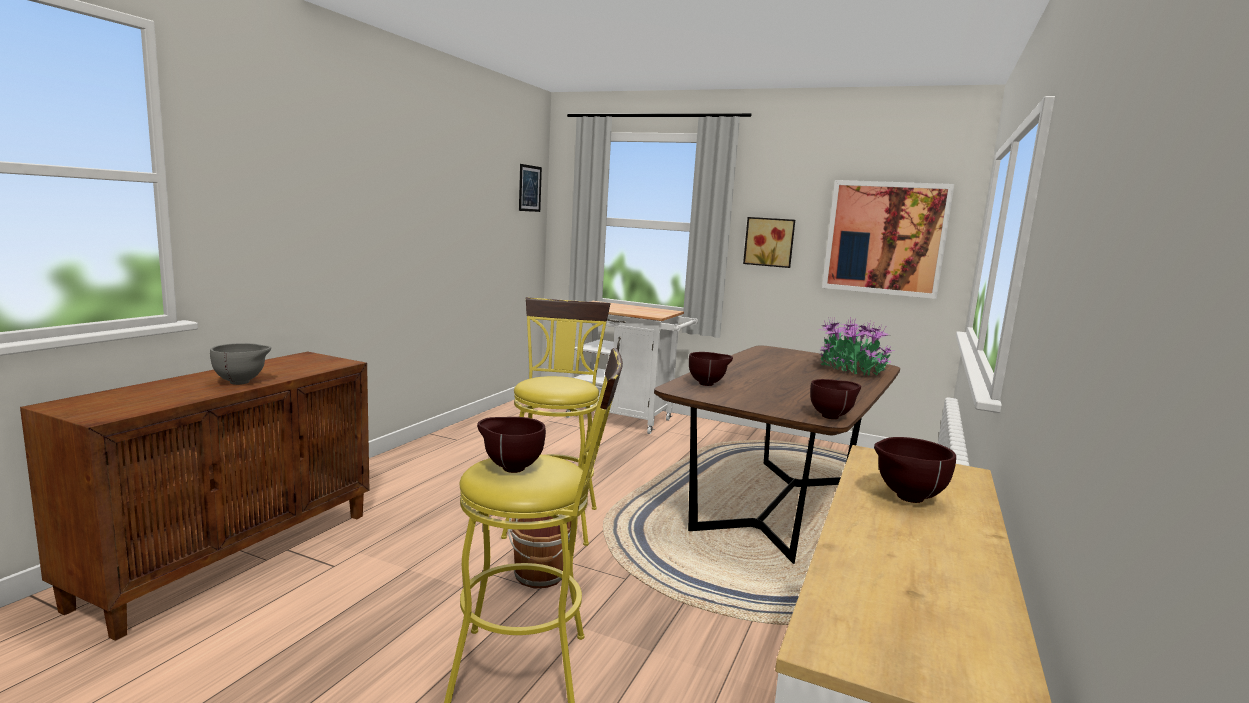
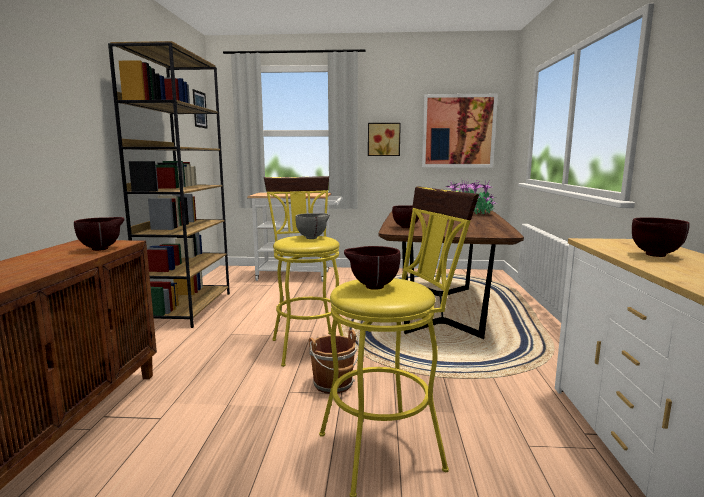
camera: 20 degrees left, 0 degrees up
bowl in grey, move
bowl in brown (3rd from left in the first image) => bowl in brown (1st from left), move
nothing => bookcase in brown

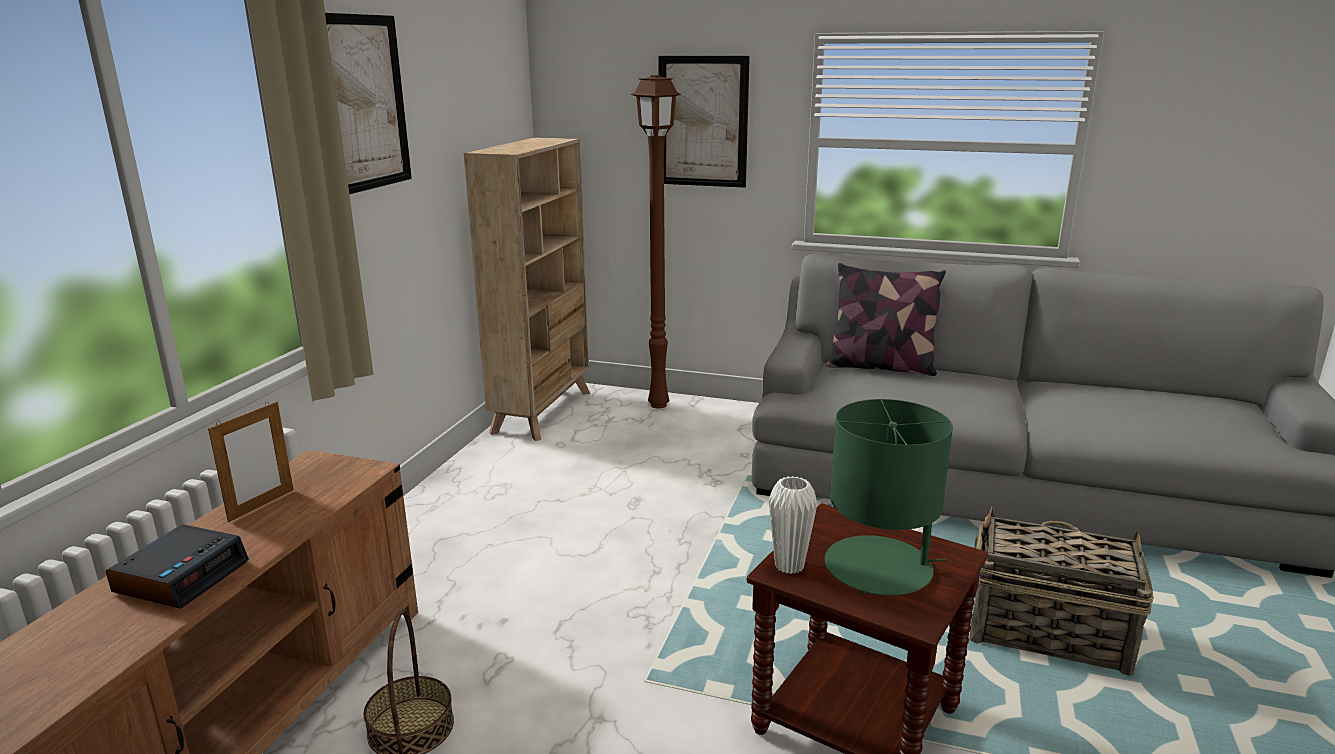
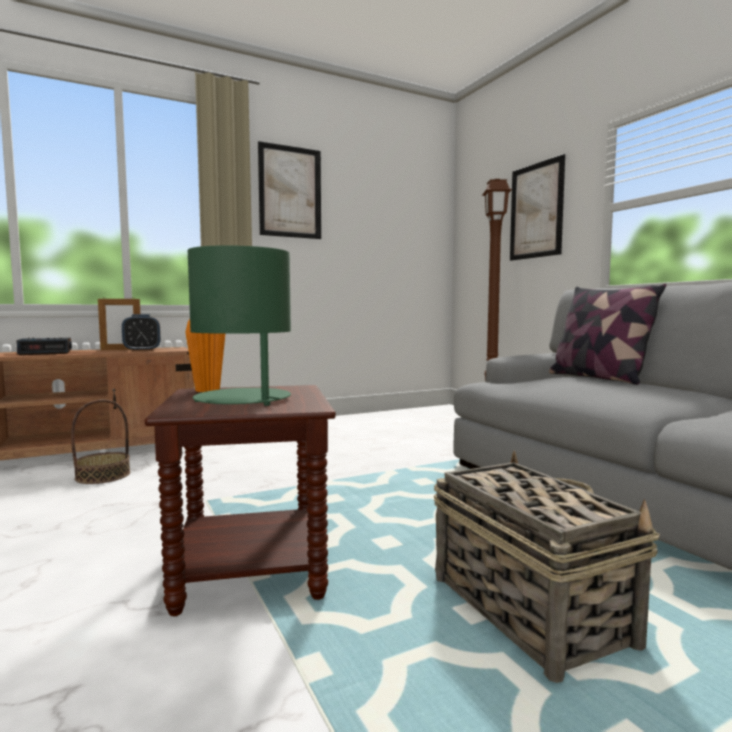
camera: 45 degrees right, 15 degrees down
bookcase in beige => nothing
vase in white => vase in orange
nothing => alarm clock (2nd from left)

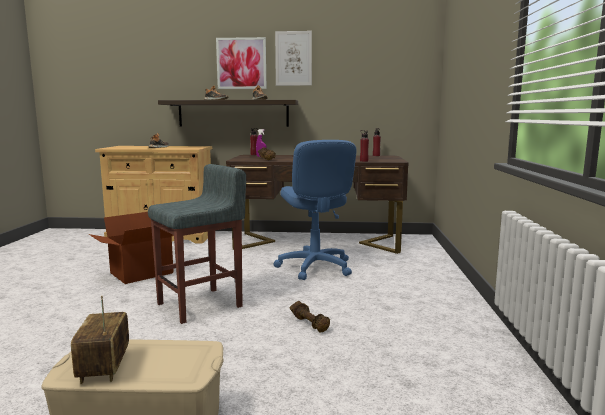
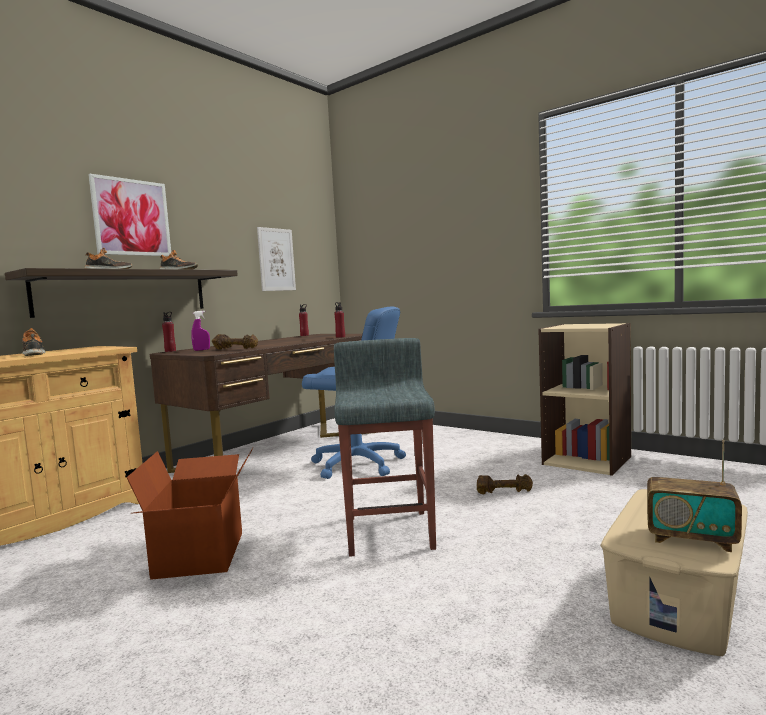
camera: 55 degrees left, 5 degrees down
picture (2nd from left), move
nothing => bookcase in beige

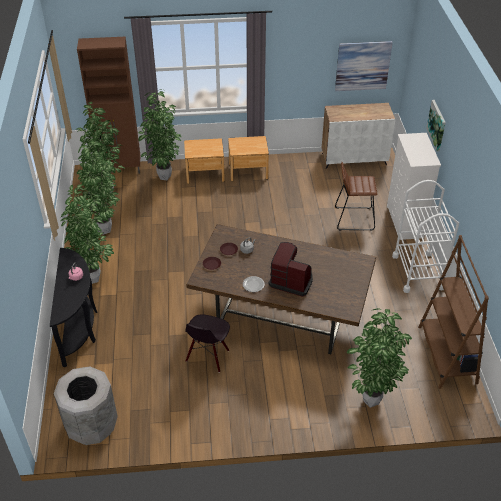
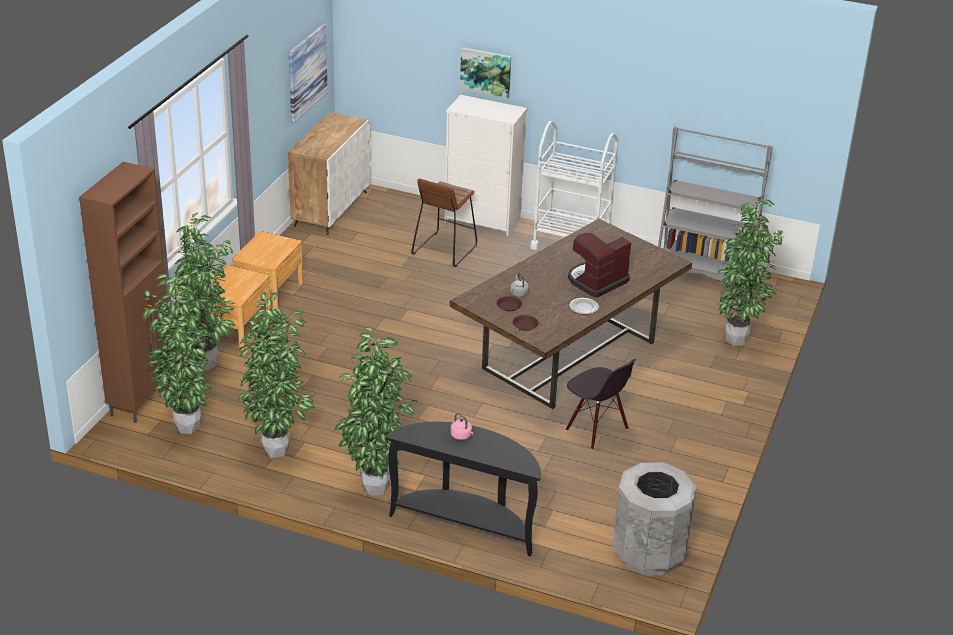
camera: 65 degrees left, 10 degrees down
bookcase in brown => bookcase in grey

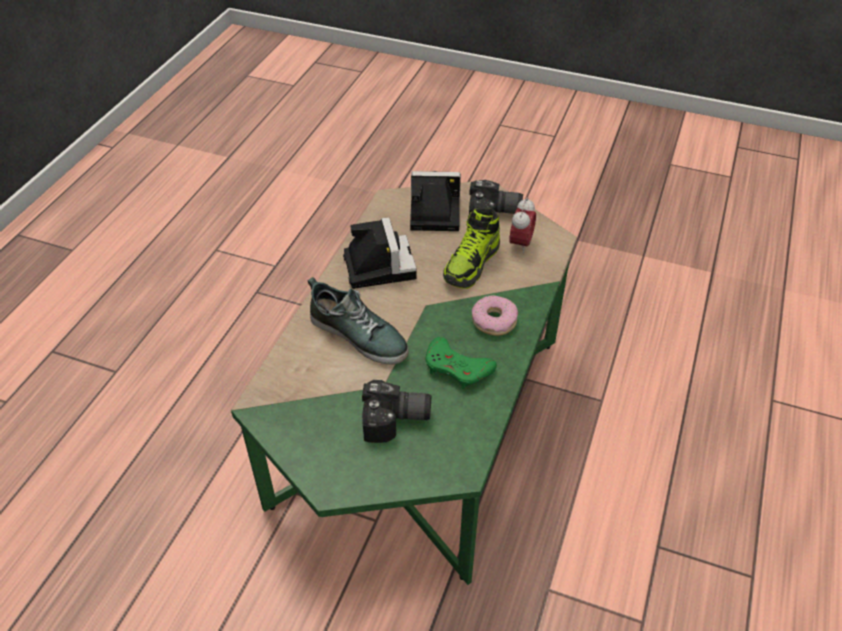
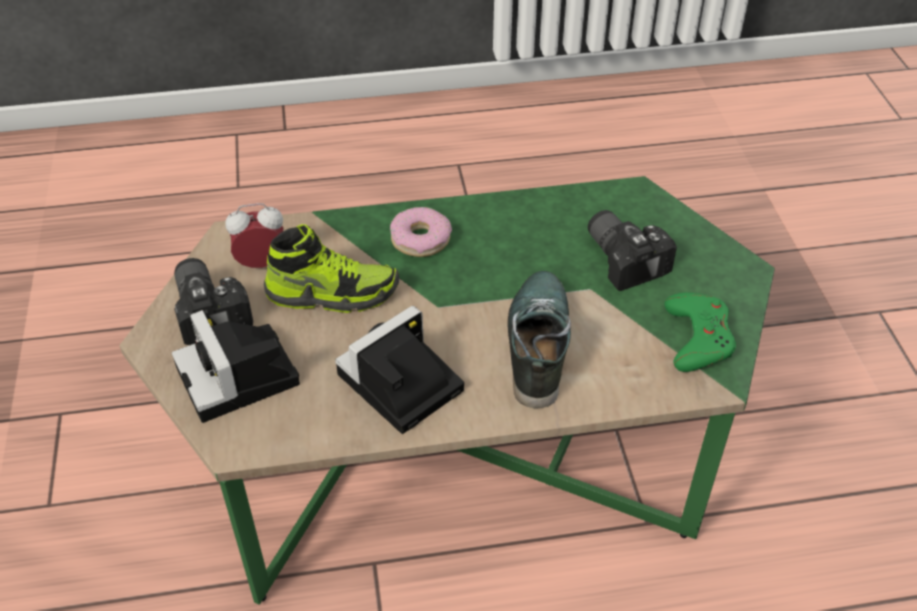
camera: 120 degrees left, 0 degrees up
game controller in green, move

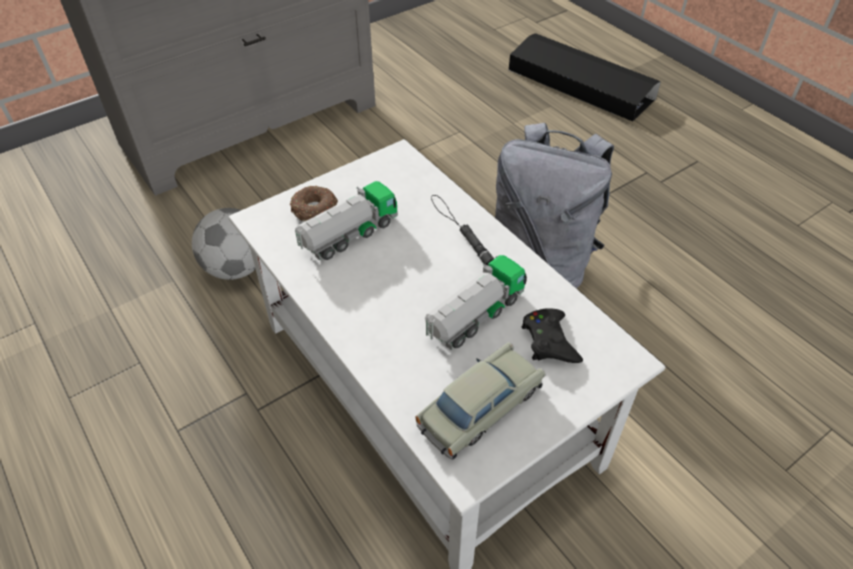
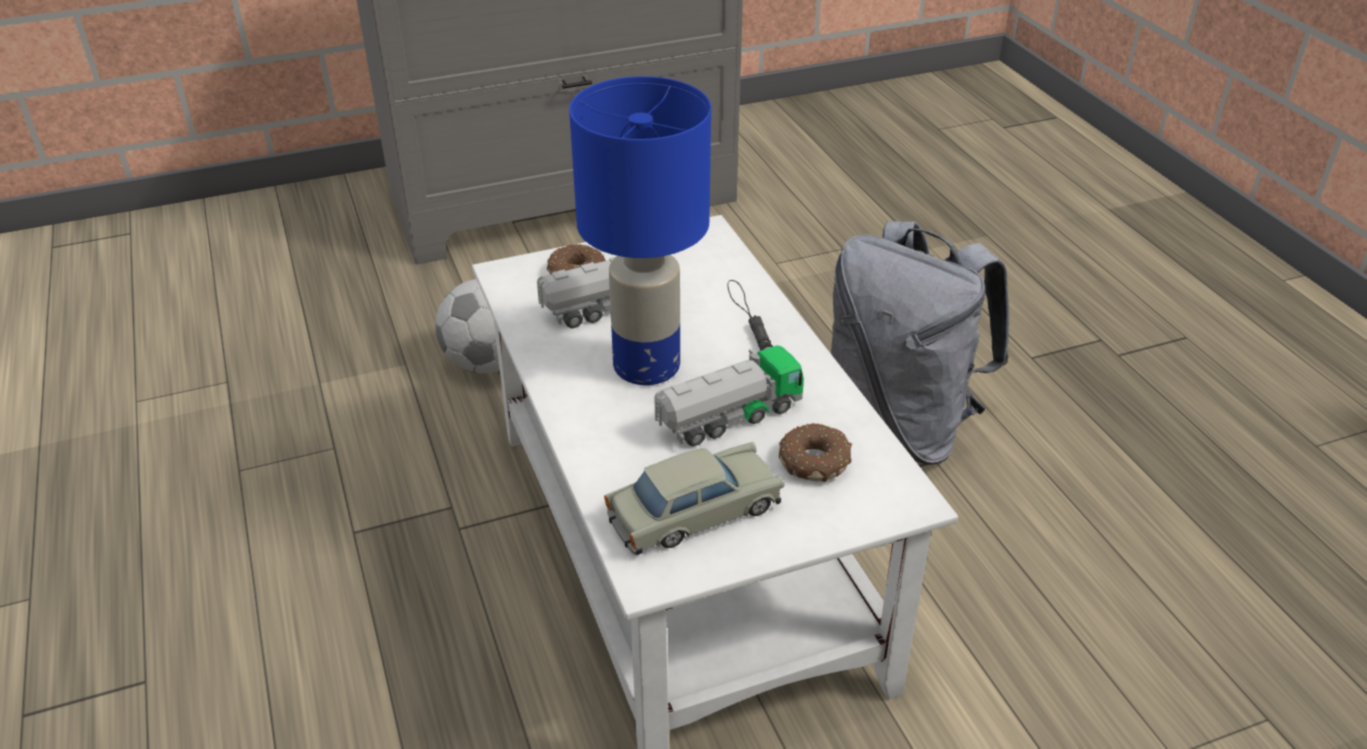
camera: 15 degrees right, 10 degrees down
storage box in black => nothing
game controller in black => donut (2nd from left)
nothing => table lamp in blue

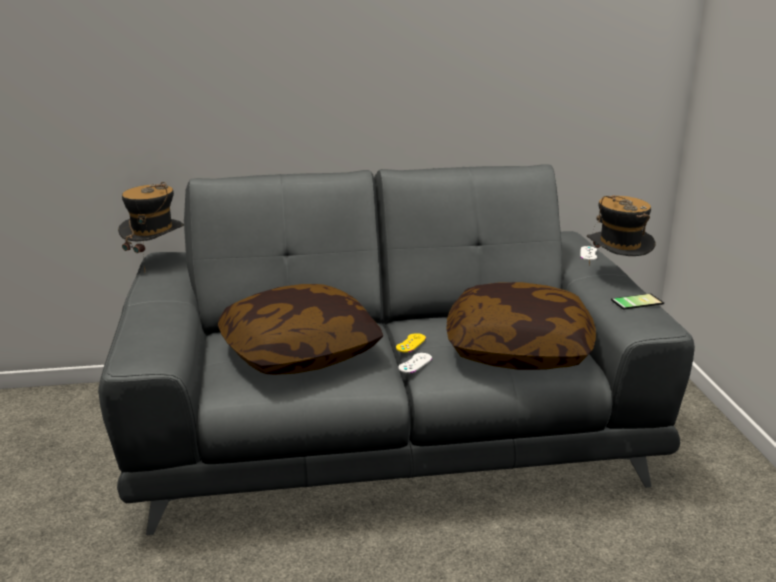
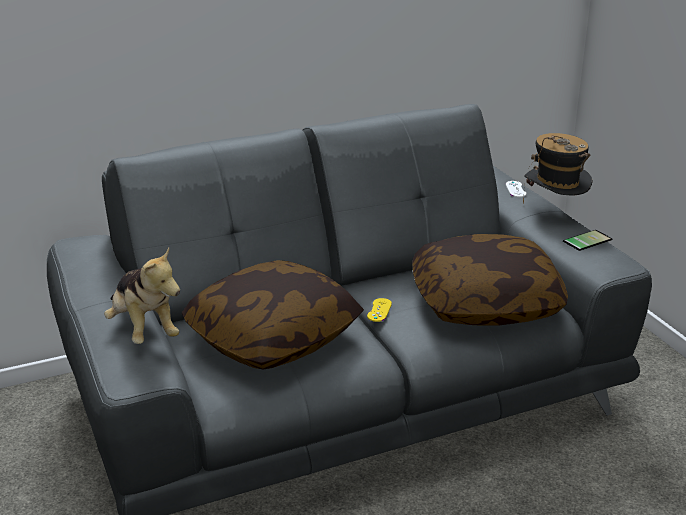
camera: 15 degrees left, 5 degrees up
hat (1st from left) => nothing
game controller in white (1st from left) => nothing
nothing => plush toy

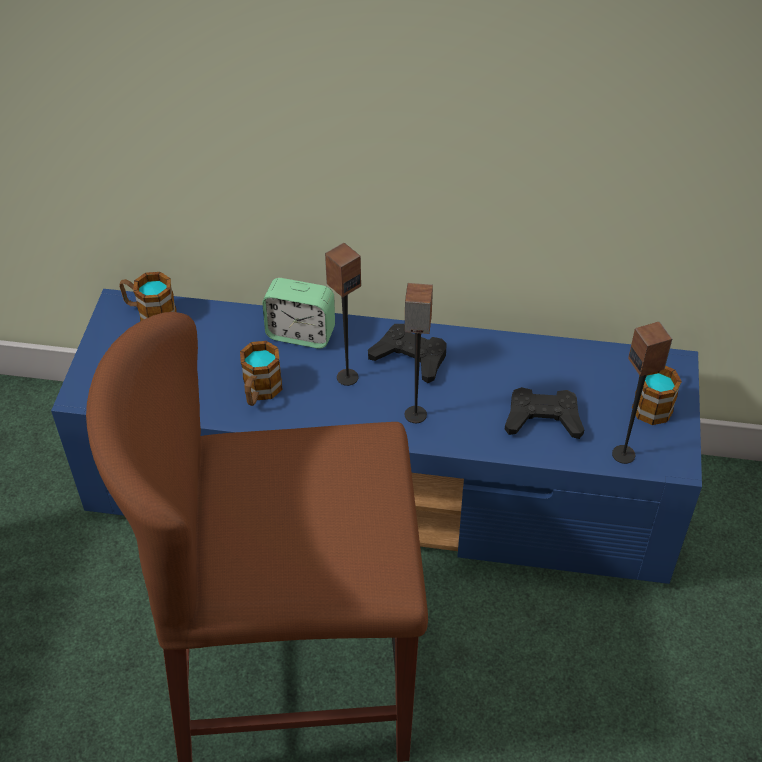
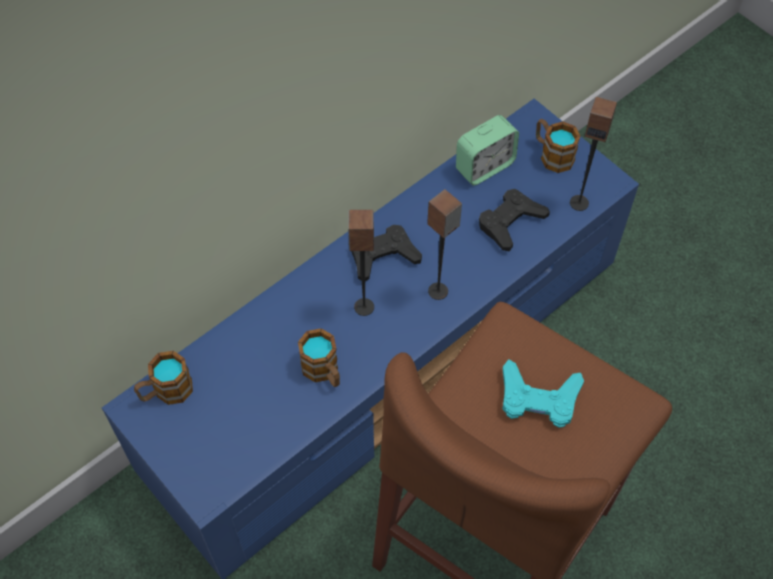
camera: 50 degrees left, 10 degrees up
alarm clock, move
nothing => game controller in turquoise

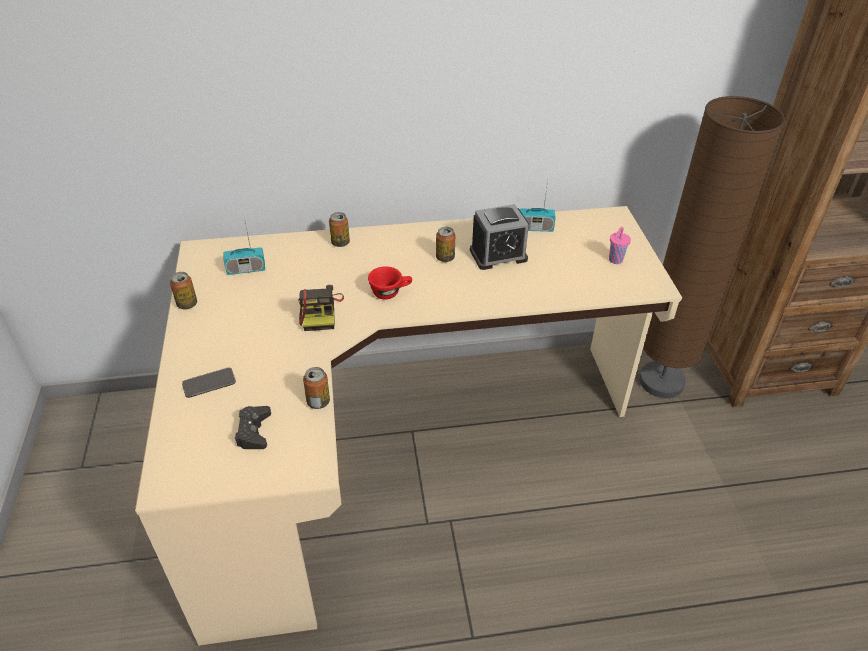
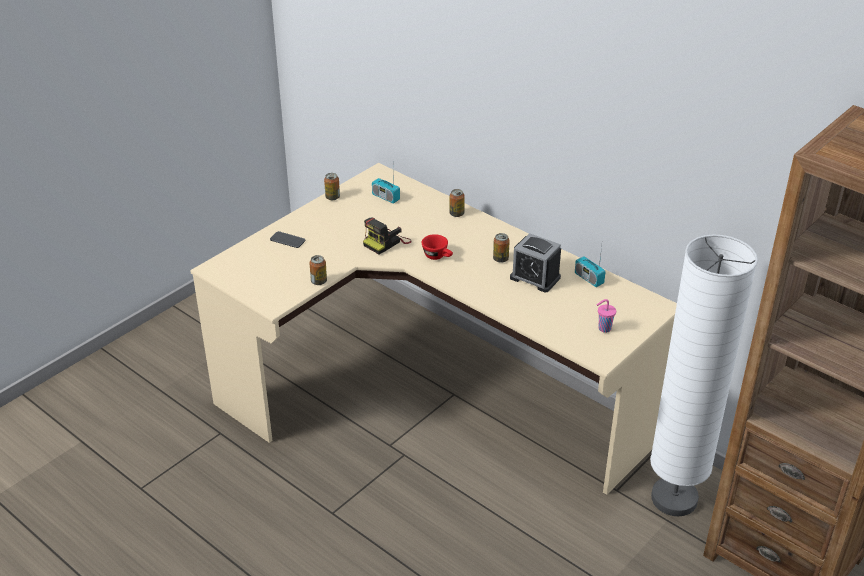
camera: 50 degrees right, 5 degrees down
floor lamp in brown => floor lamp in white
game controller in black => nothing

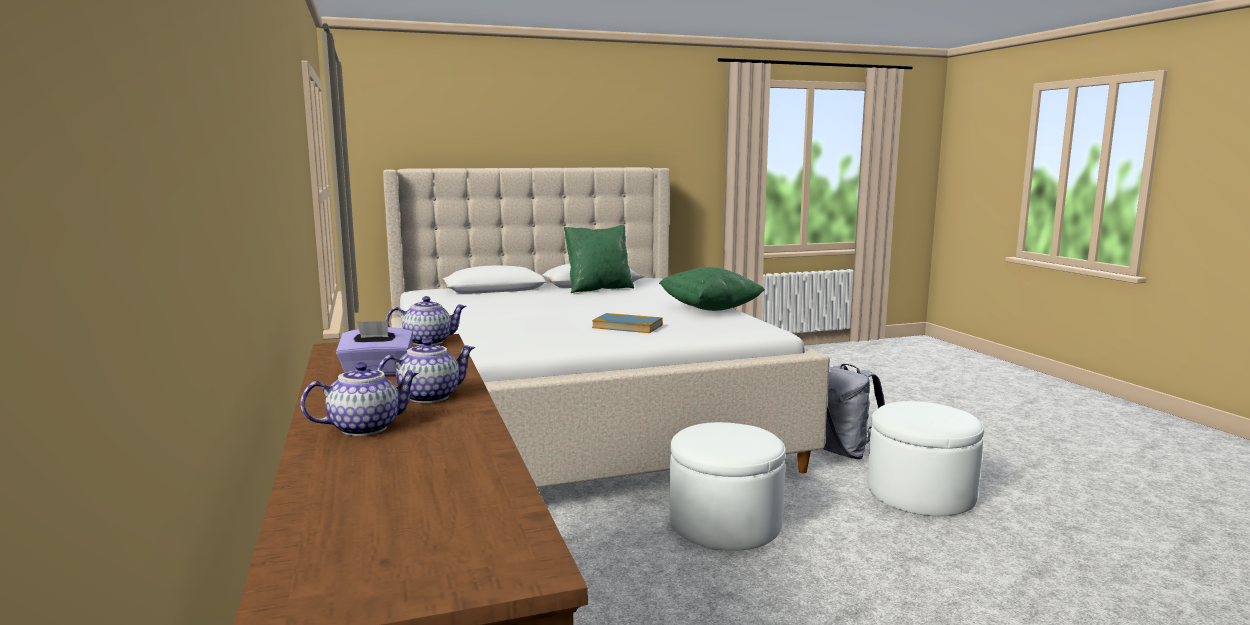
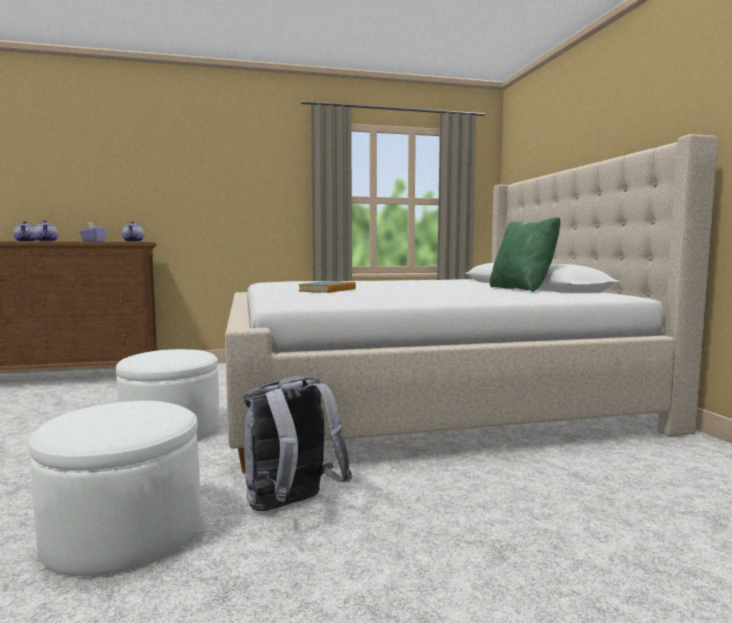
camera: 95 degrees right, 5 degrees down
pillow in green (2nd from left) => nothing

